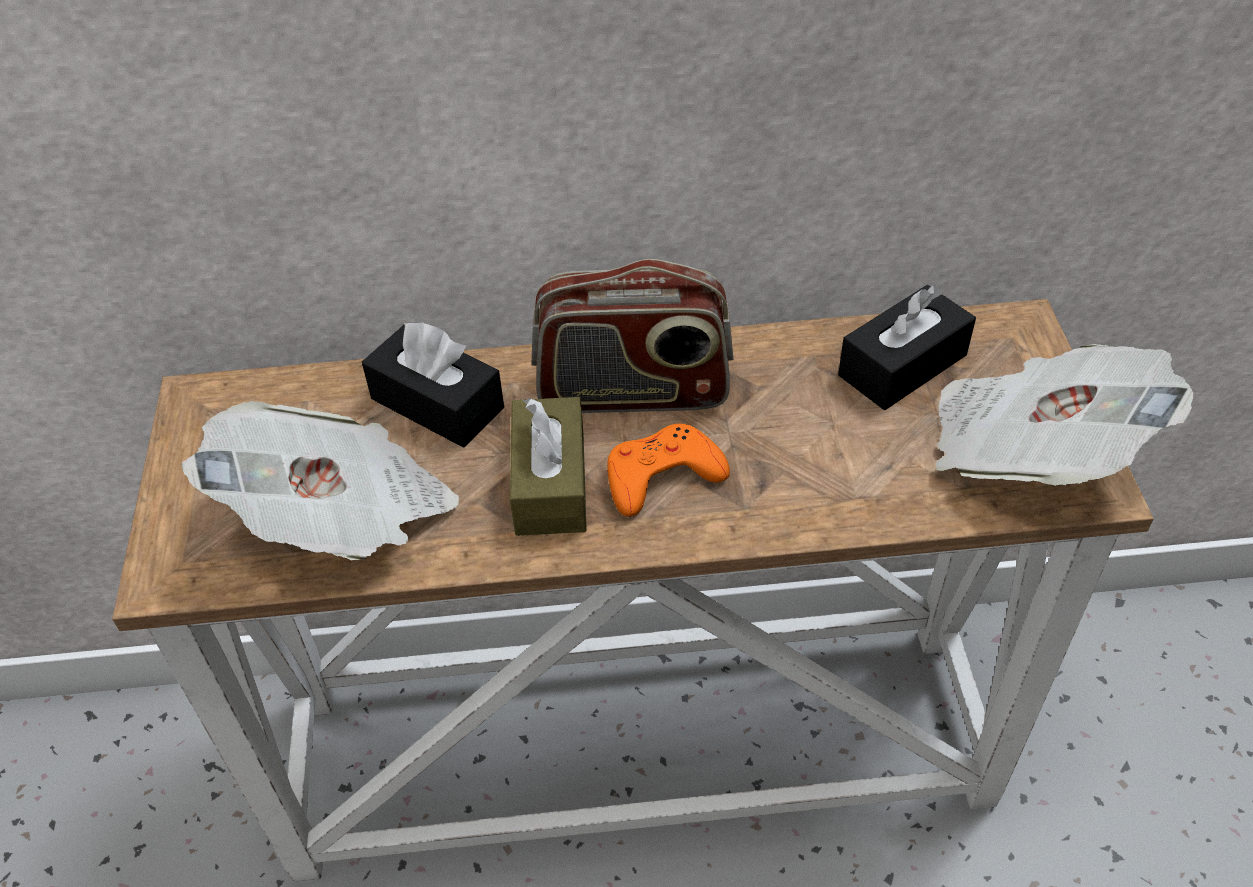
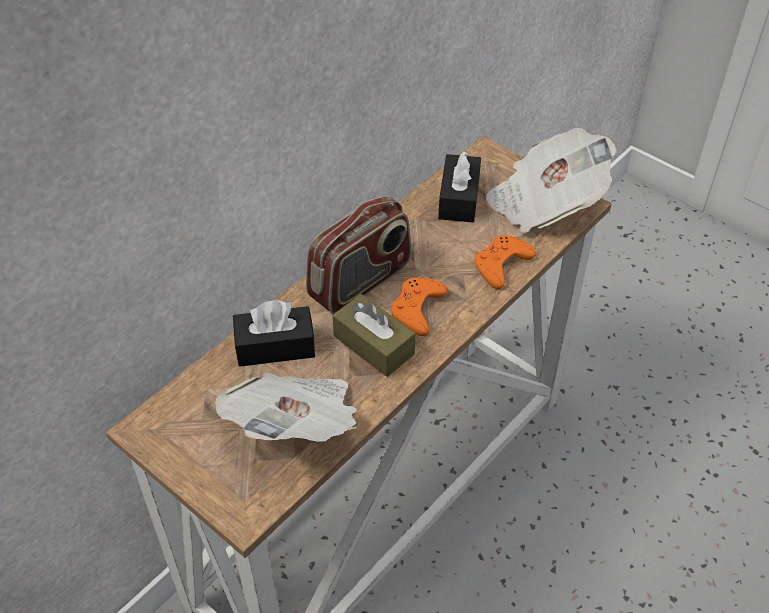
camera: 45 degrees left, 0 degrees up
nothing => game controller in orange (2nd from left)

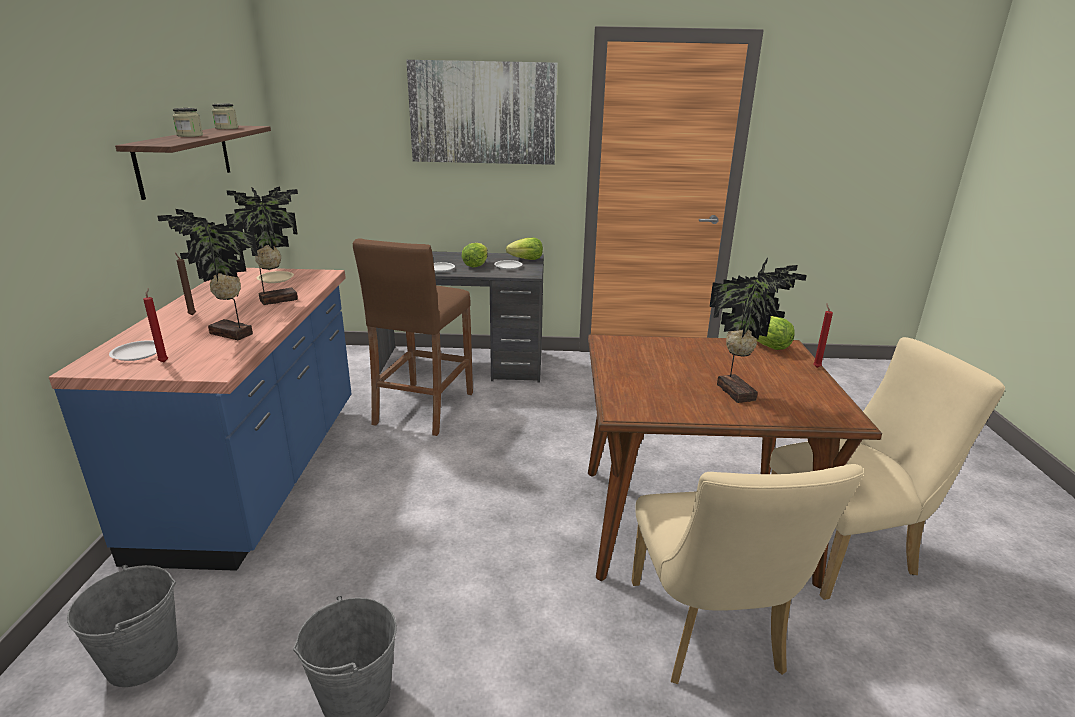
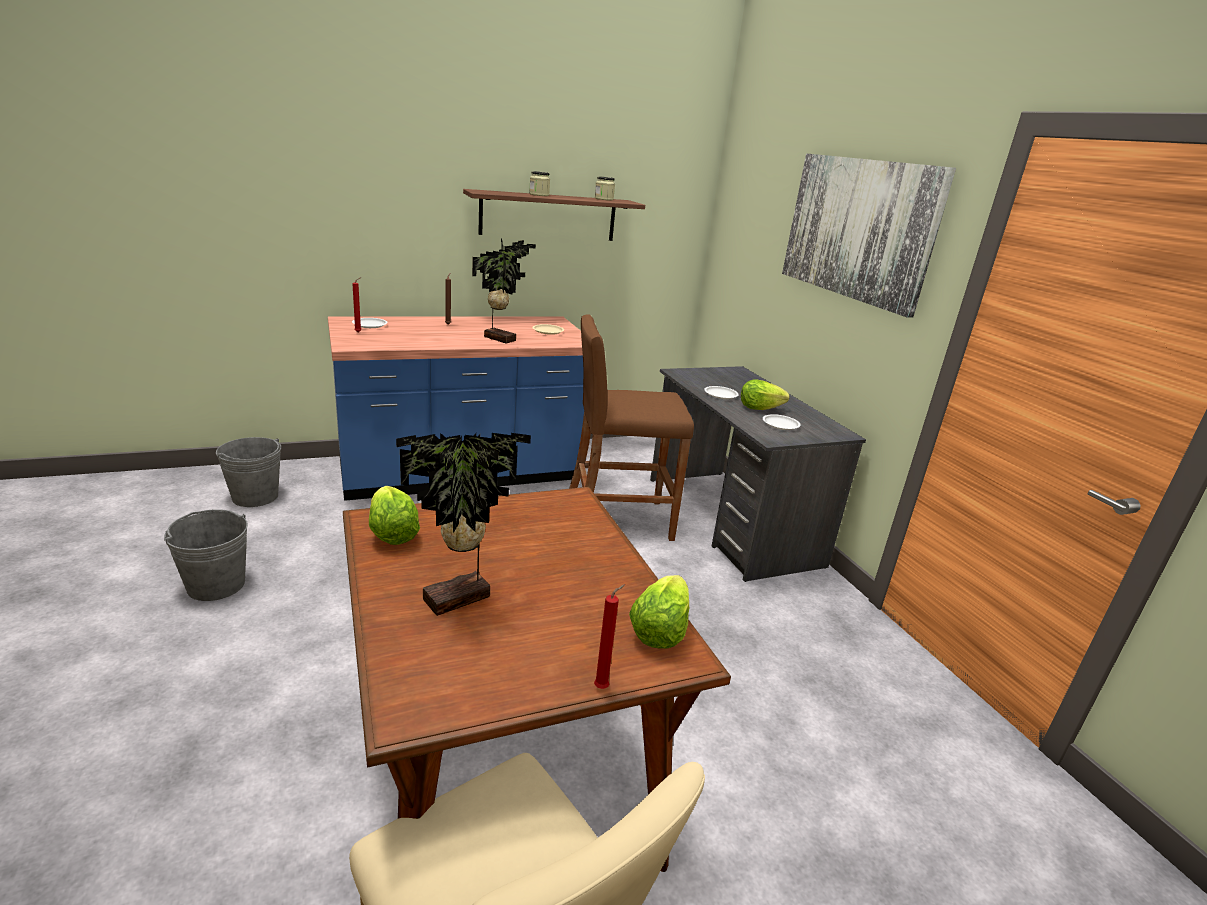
camera: 65 degrees right, 0 degrees up
potted plant (1st from left) => nothing
lettuce (2nd from left in the first image) => lettuce (1st from left), move
chair in beige (1st from left) => nothing

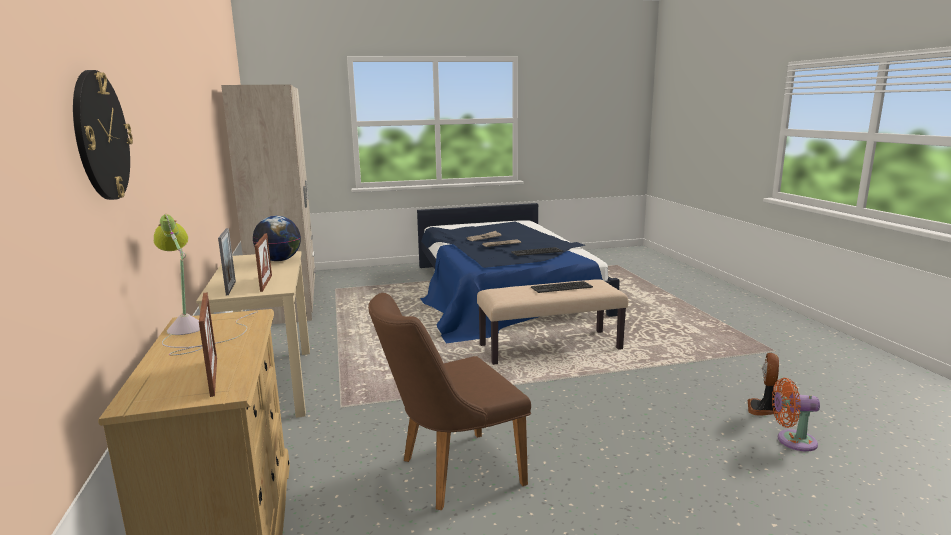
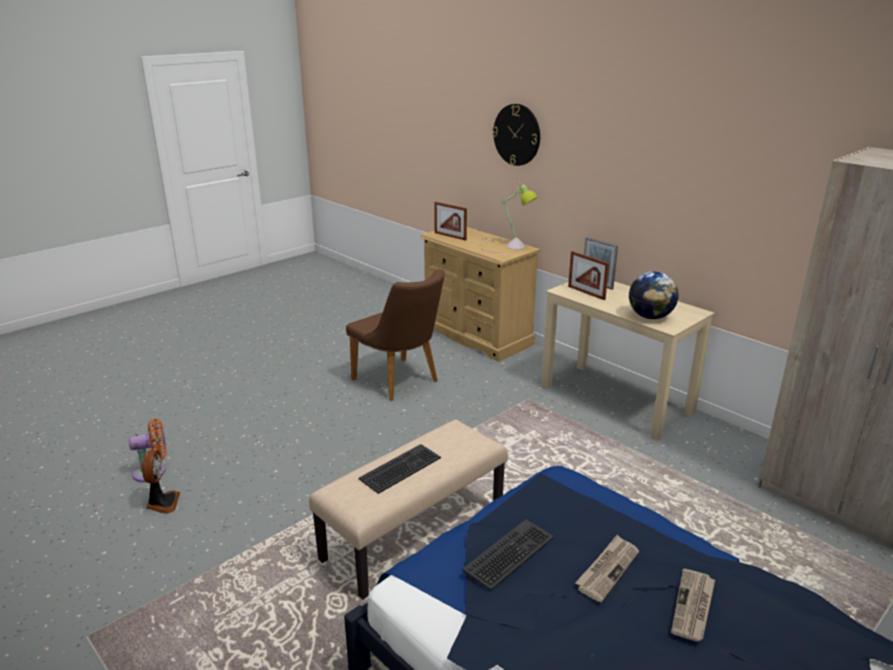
camera: 150 degrees right, 10 degrees up
chair in brown, 105 degrees clockwise

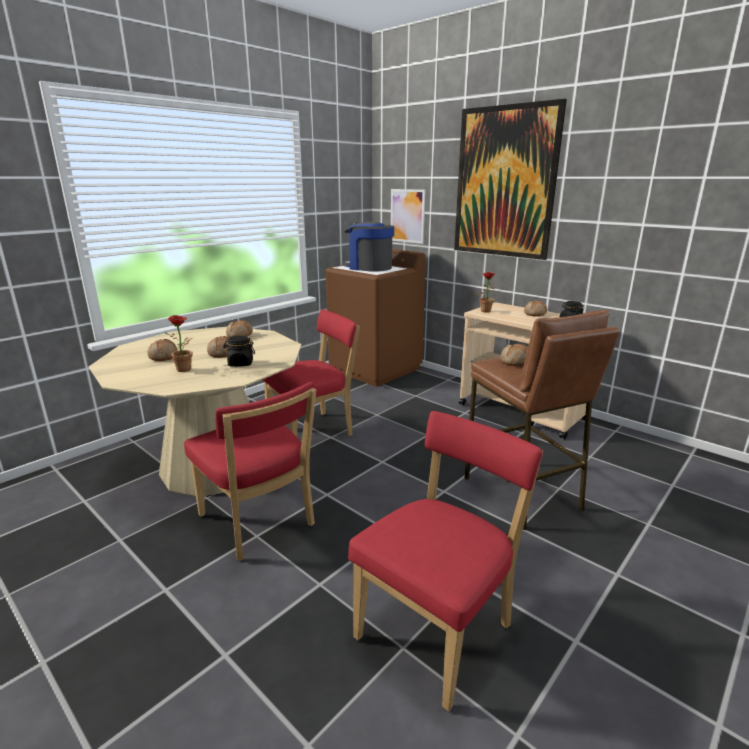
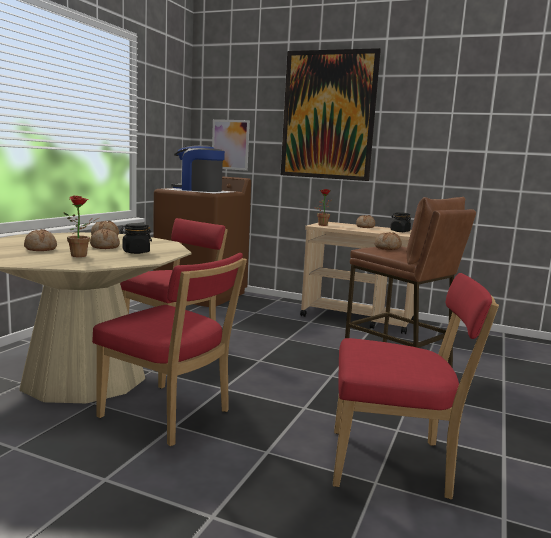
camera: 20 degrees left, 10 degrees down
chair in red (3rd from left), 75 degrees clockwise

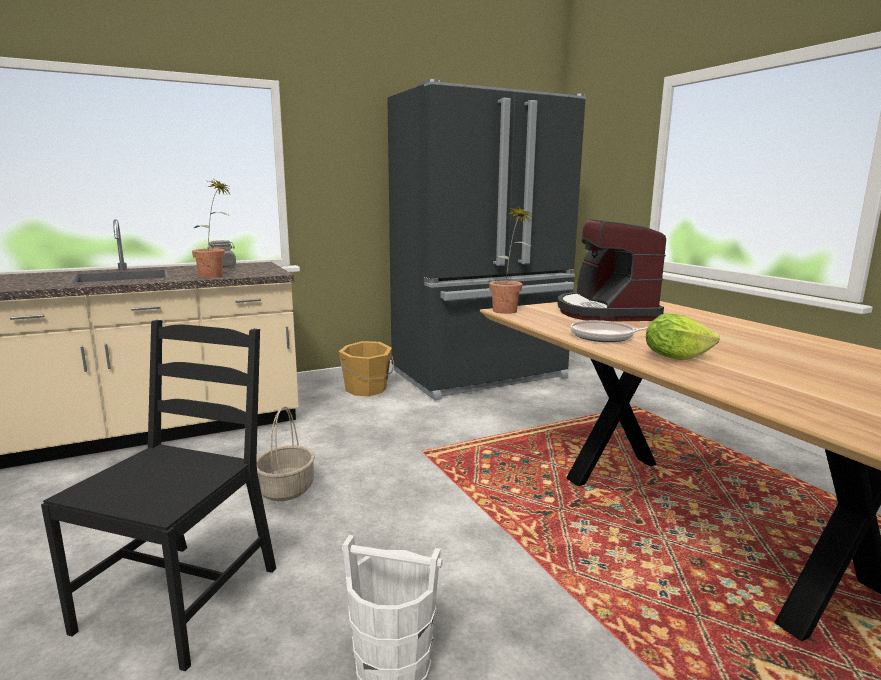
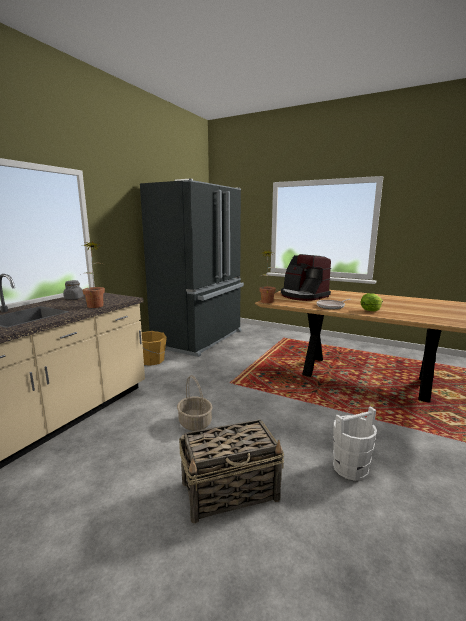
camera: 35 degrees left, 0 degrees up
chair in black => basket (2nd from left)

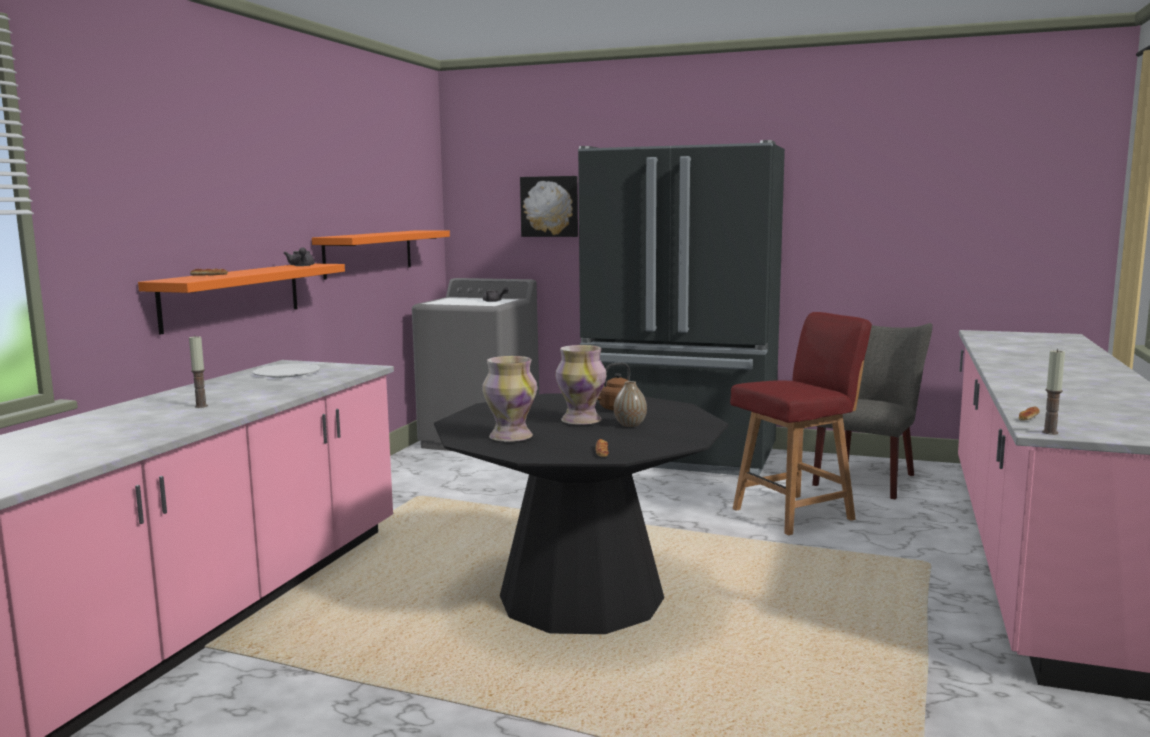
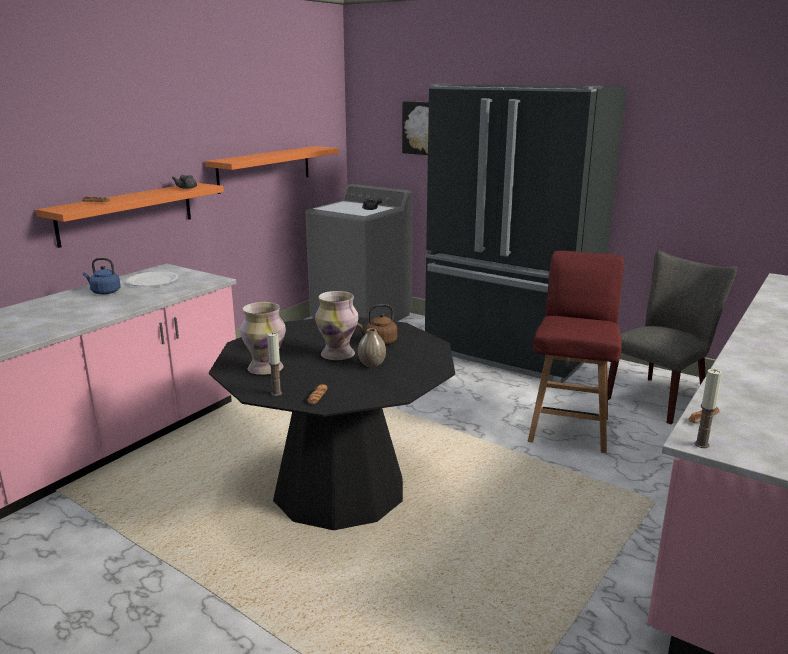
camera: 15 degrees right, 10 degrees up
chair in red, 60 degrees counterclockwise
candle (1st from left), move
nothing => kettle in blue

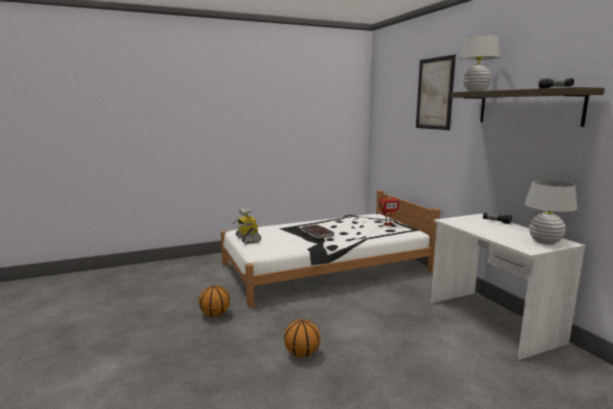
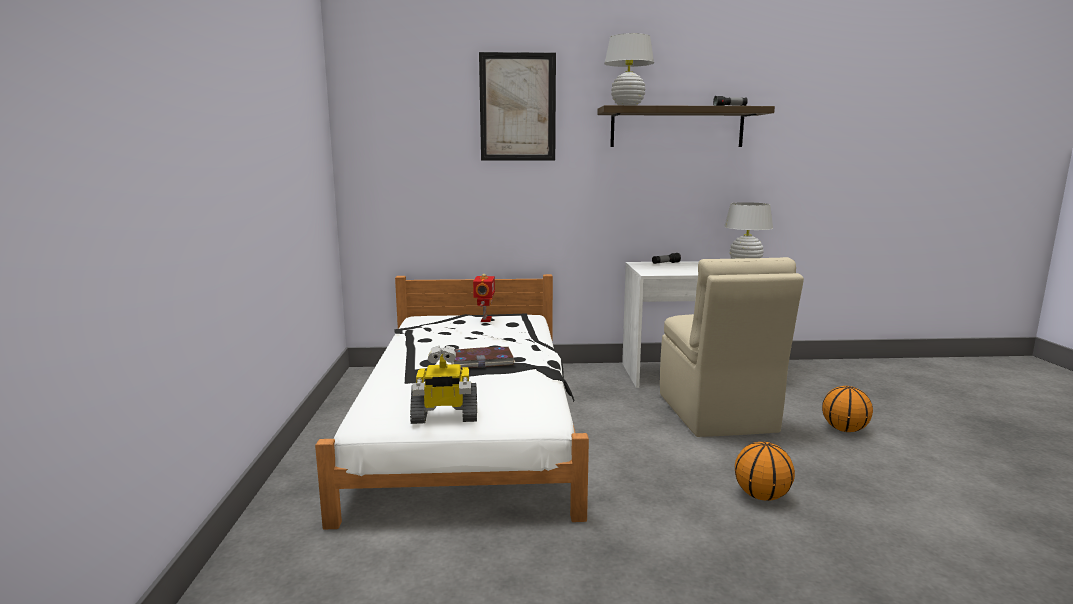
camera: 70 degrees left, 0 degrees up
basketball (1st from left in the first image) => basketball (2nd from left), move
nothing => chair in beige

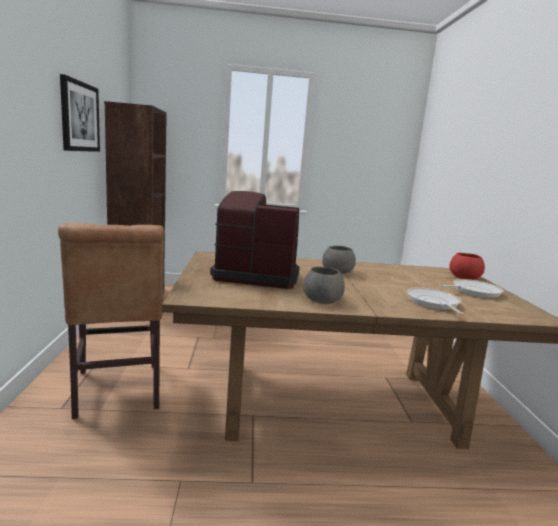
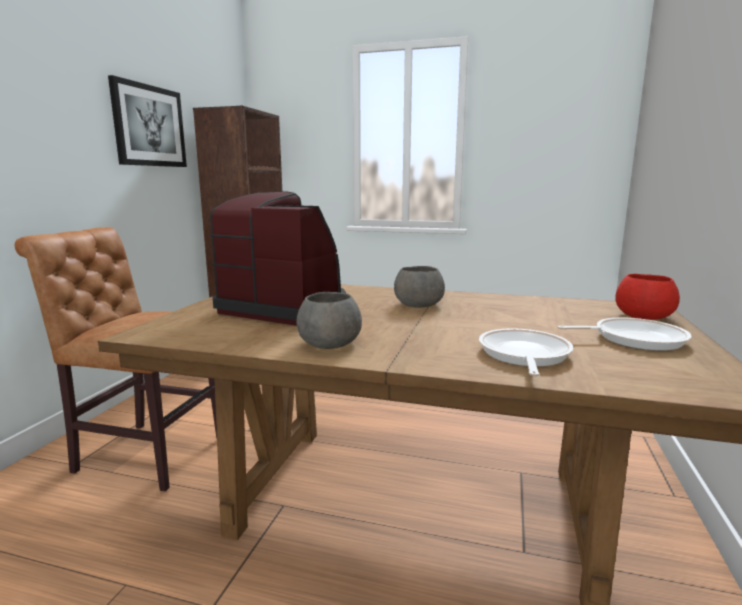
camera: 20 degrees right, 0 degrees up
chair in brown, 105 degrees clockwise

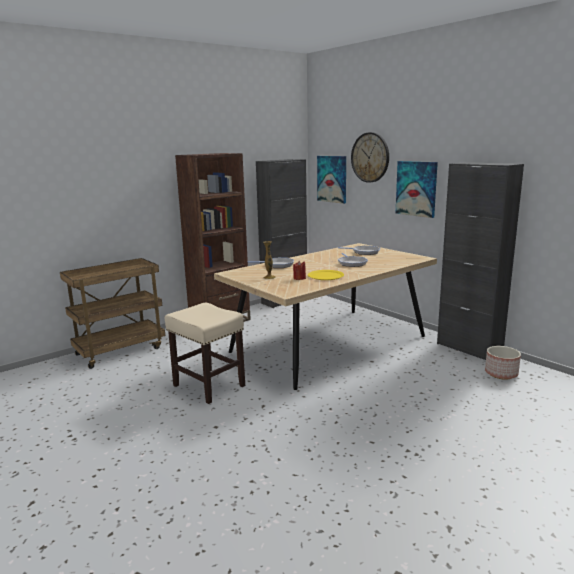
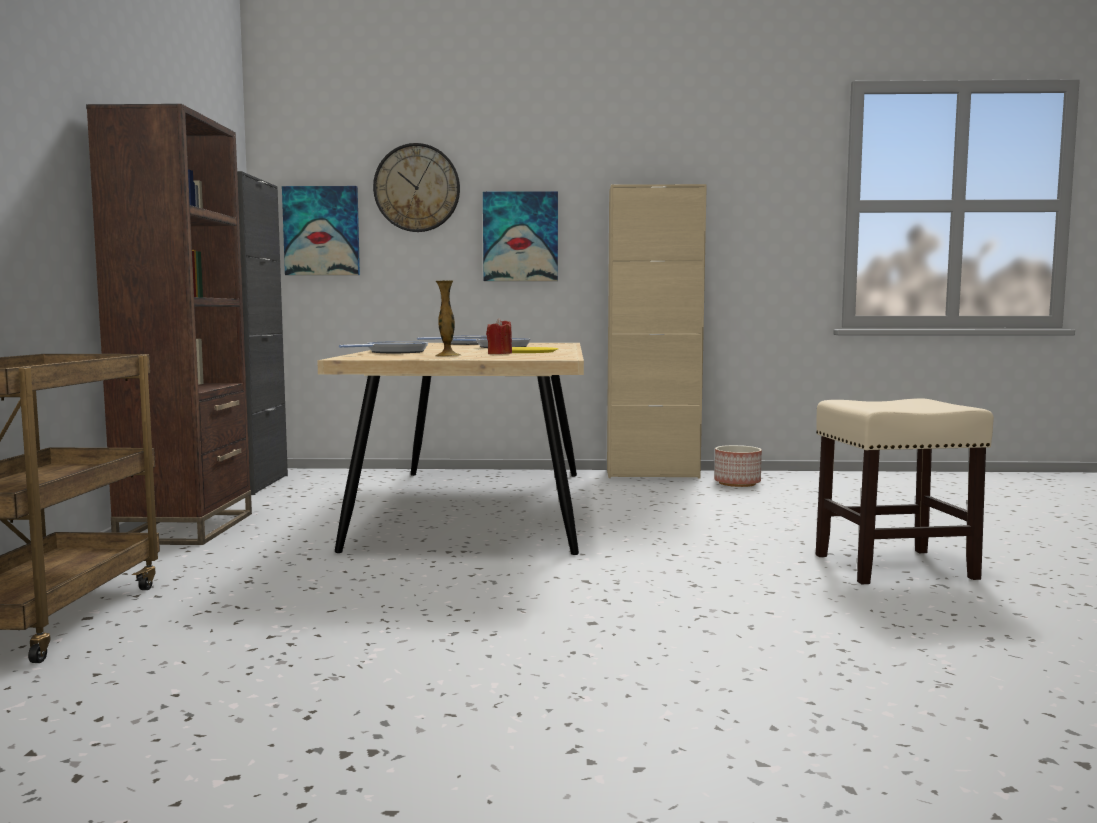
camera: 50 degrees left, 10 degrees down
cabinet in black (2nd from left) => cabinet in beige
stool in beige, move

